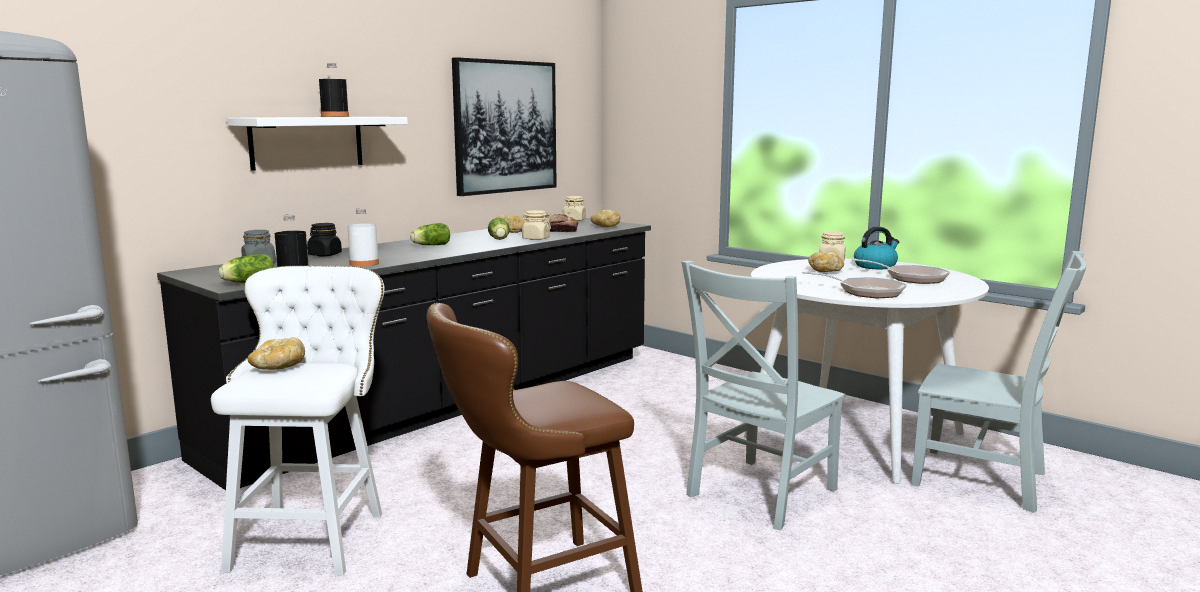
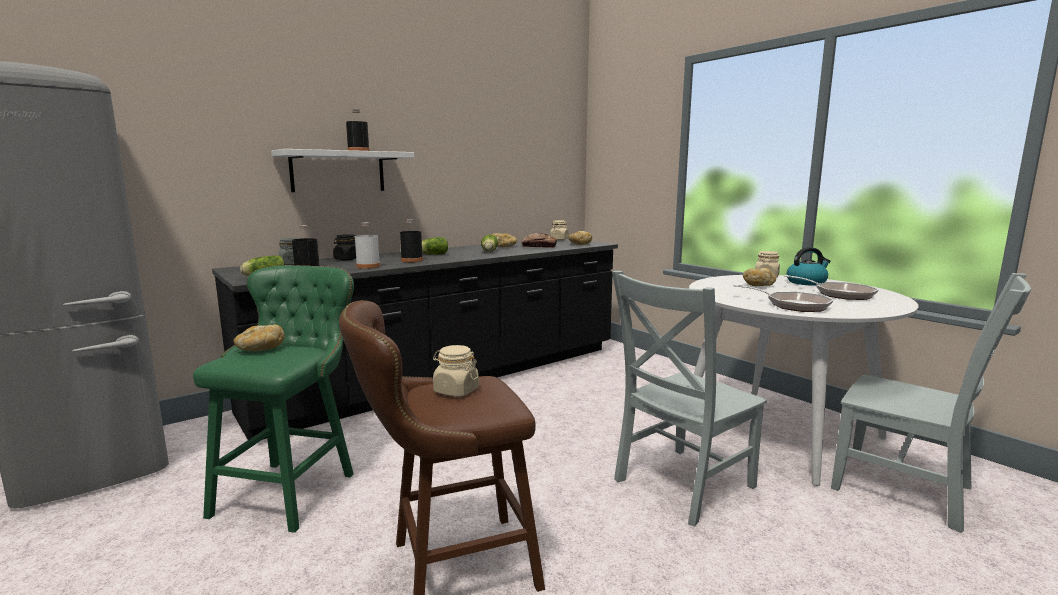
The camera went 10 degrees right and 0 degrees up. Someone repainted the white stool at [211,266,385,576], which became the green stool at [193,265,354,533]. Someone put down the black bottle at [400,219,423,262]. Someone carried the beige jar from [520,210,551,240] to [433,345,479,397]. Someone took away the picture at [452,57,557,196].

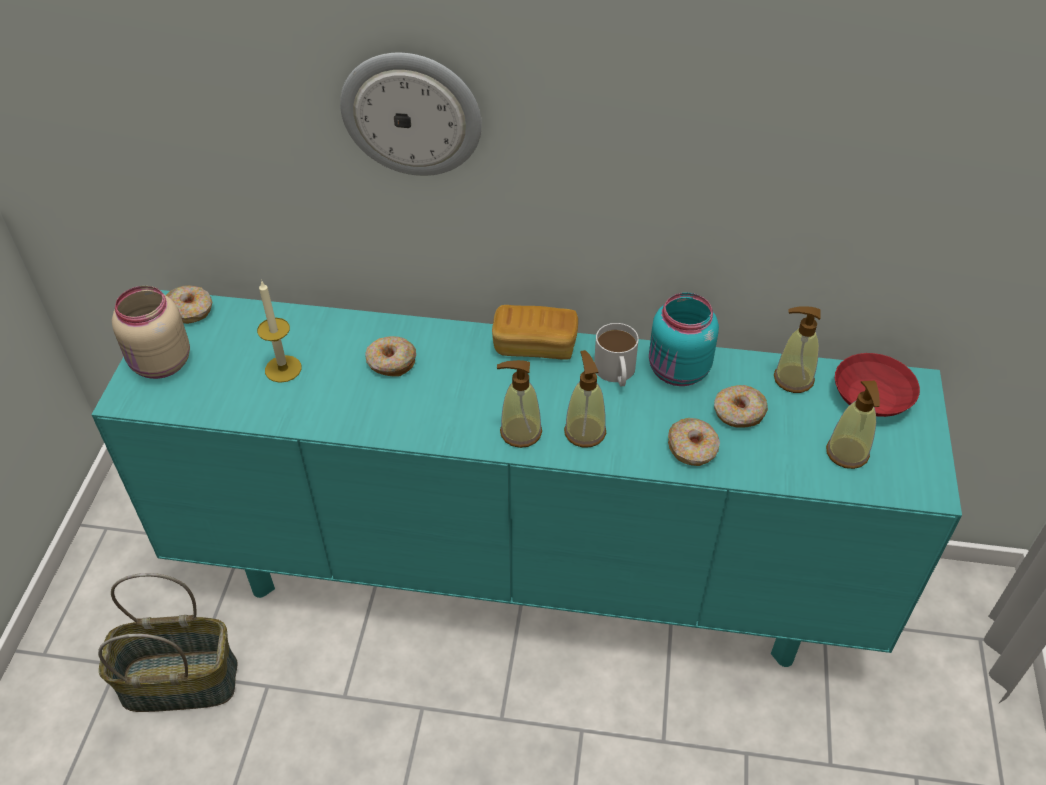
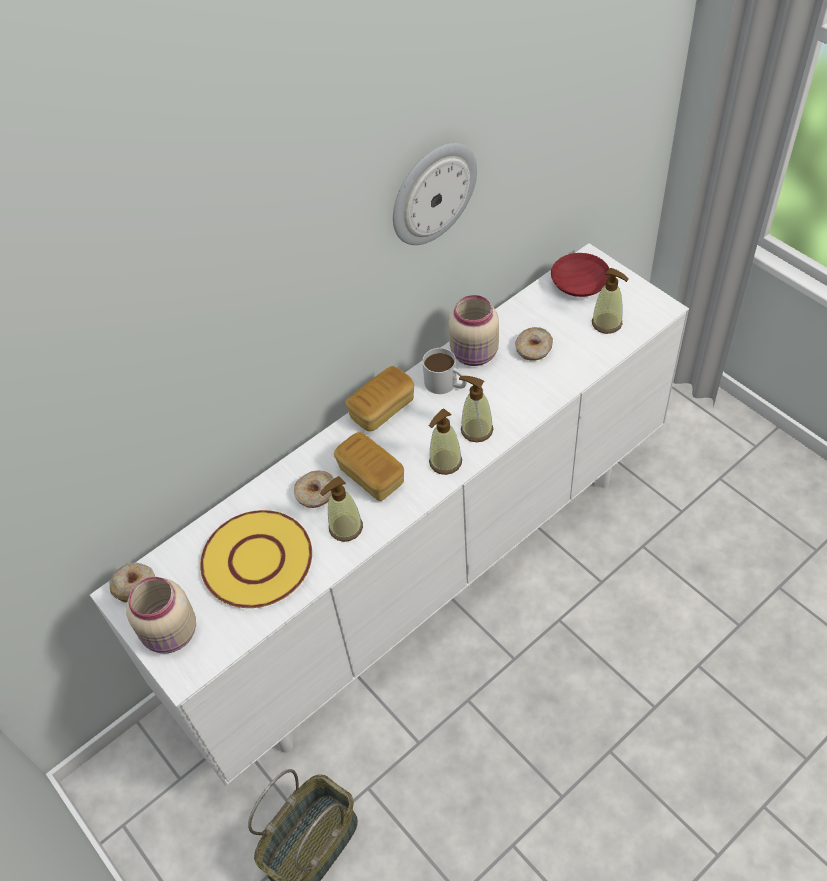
The camera went 45 degrees left and 5 degrees up. Someone repainted the turquoise cabinet at [91,290,962,667], which became the white cabinet at [90,243,689,786]. Someone swapped the candle at [257,280,302,383] for the yellow plate at [200,510,312,608]. Someone carried the soap dispenser from [774,306,821,393] to [320,476,363,542]. Someone put down the bread at [334,432,404,501]. Someone carried the wall clock from [340,53,482,176] to [393,143,477,245]. Someone repainted the turquoise jar at [649,293,719,386], which became the beige jar at [449,295,499,366]. Someone took away the donut at [668,418,720,466].

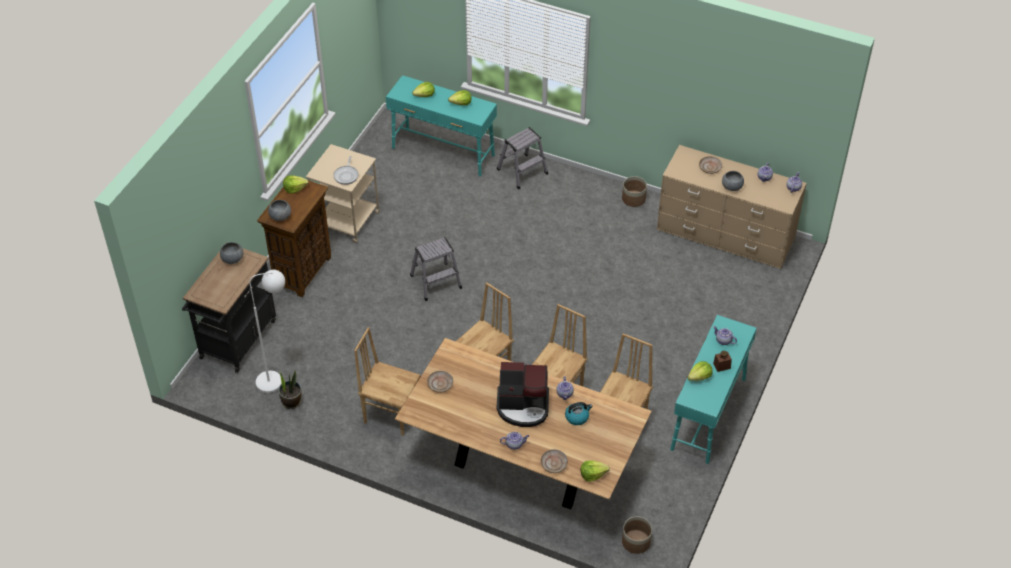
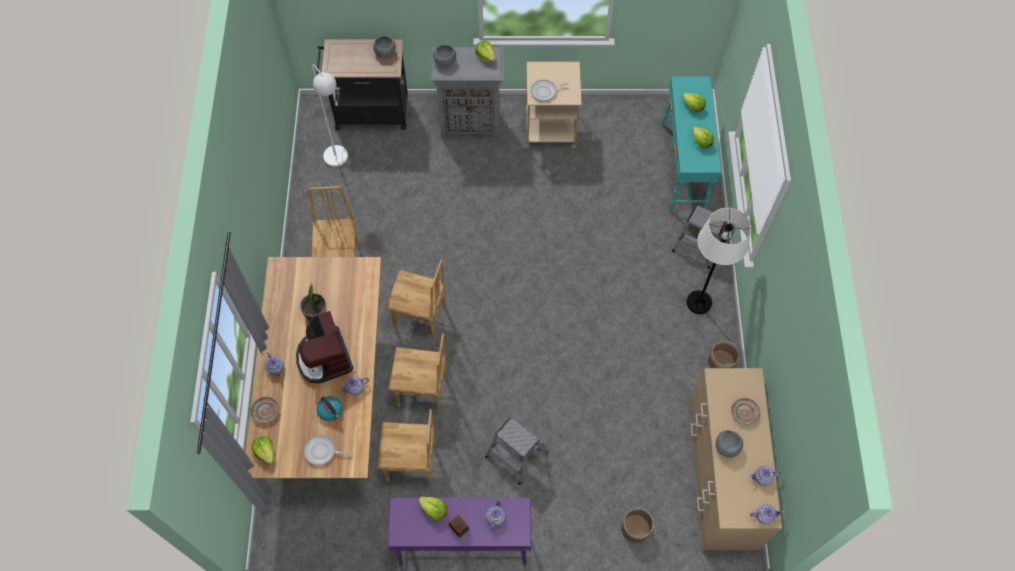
The camera went 65 degrees right and 15 degrees up. Someone carried the potted plant from [279,371,301,409] to [300,283,326,322]. Someone put down the frying pan at [304,435,351,465]. Someone repainted the turquoise console table at [670,315,757,464], which became the purple console table at [388,498,531,565]. Someone repainted the brown cabinet at [257,175,331,297], which became the grey cabinet at [431,47,503,137]. Someone carried the grey step ladder from [410,237,462,301] to [485,416,549,485]. Someone carried the planter from [622,516,652,554] to [621,508,654,543]. Someone put down the white floor lamp at [686,208,751,314]. Someone took away the beige plate at [427,371,453,393].

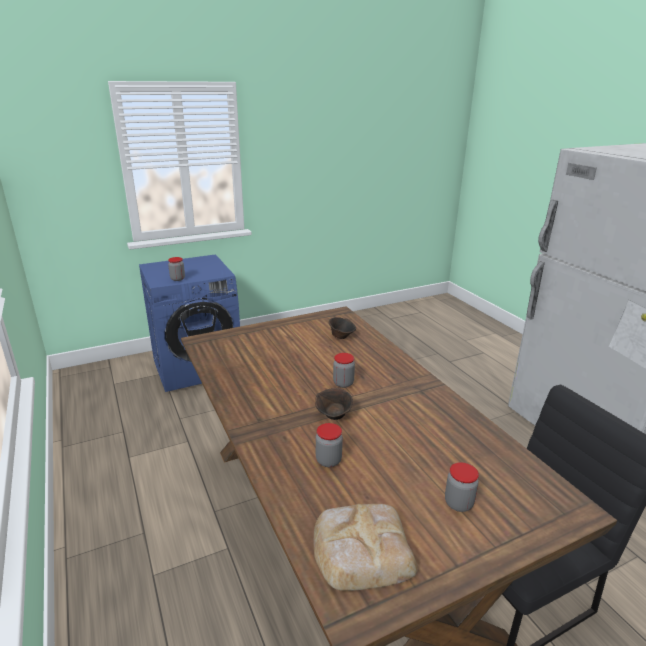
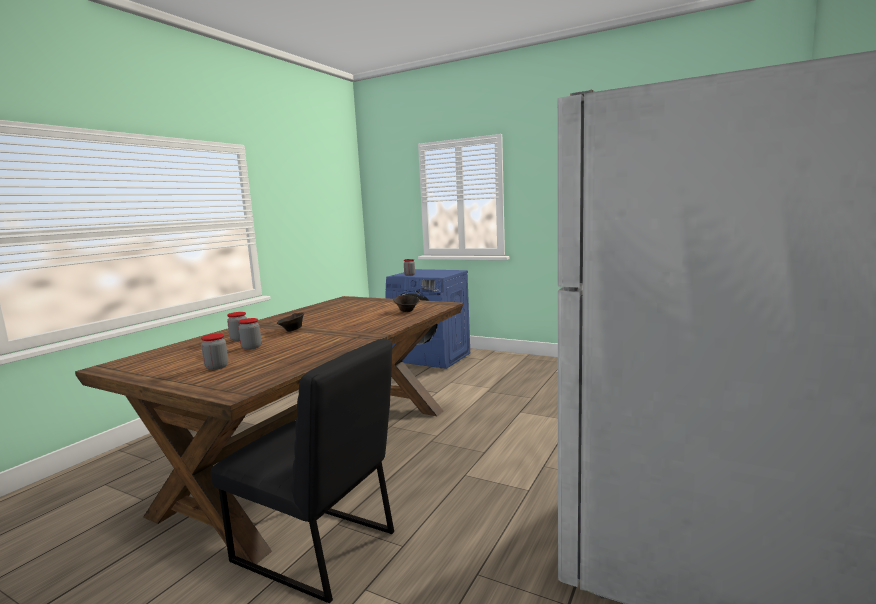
The camera went 55 degrees right and 15 degrees down. Someone carried the jar from [333,353,355,388] to [238,318,261,350]. Someone took away the bread at [314,504,417,591].

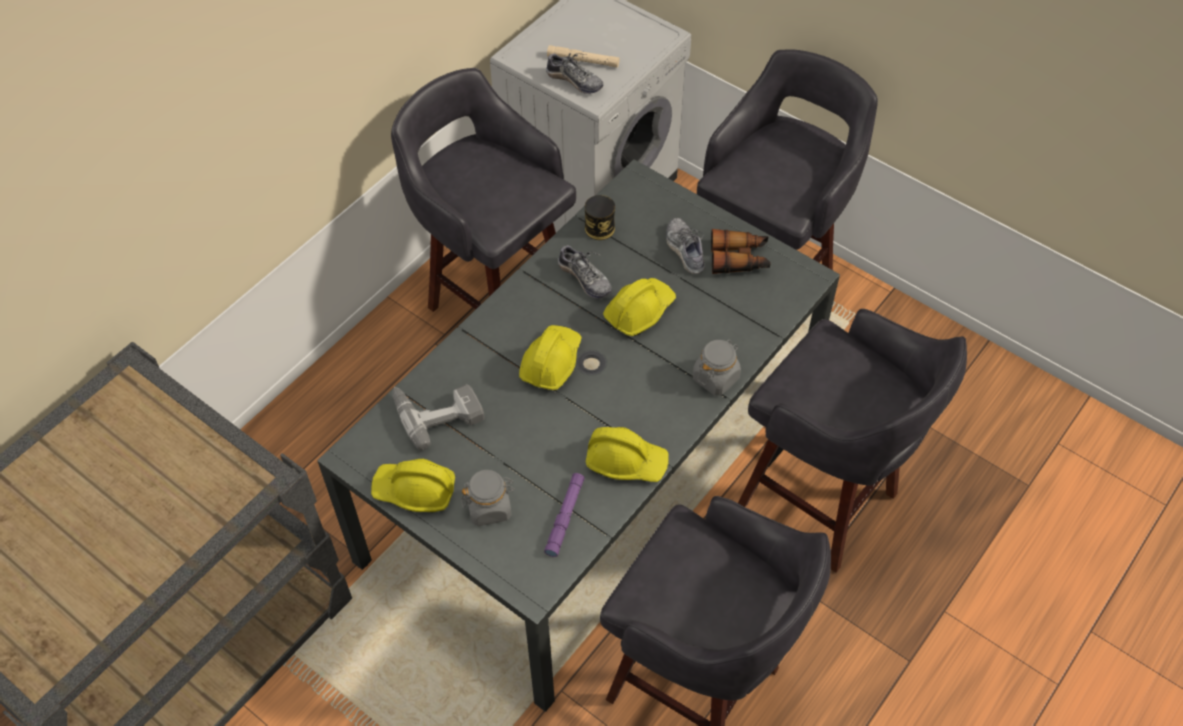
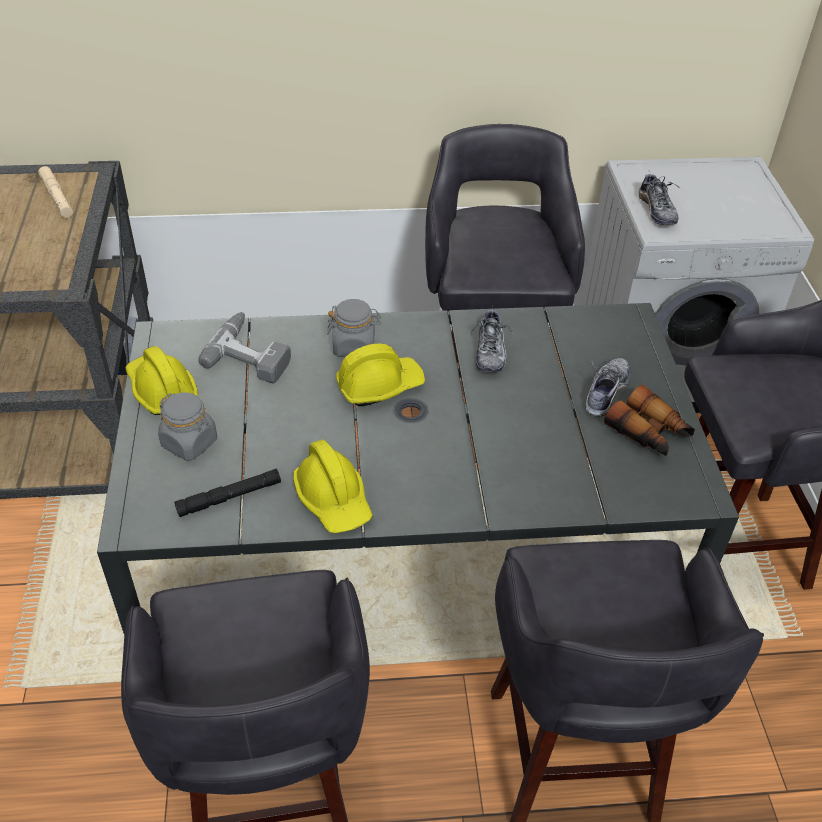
The camera went 45 degrees right and 10 degrees down. Someone carried the beige flashlight from [547,45,620,68] to [38,166,73,218]. Someone repainted the purple flashlight at [544,473,585,557], which became the black flashlight at [175,469,281,517]. Someone carried the grey jar from [693,340,741,396] to [327,299,381,357]. Someone took away the can at [585,195,615,240]. Someone took away the yellow hard hat at [603,278,676,336].

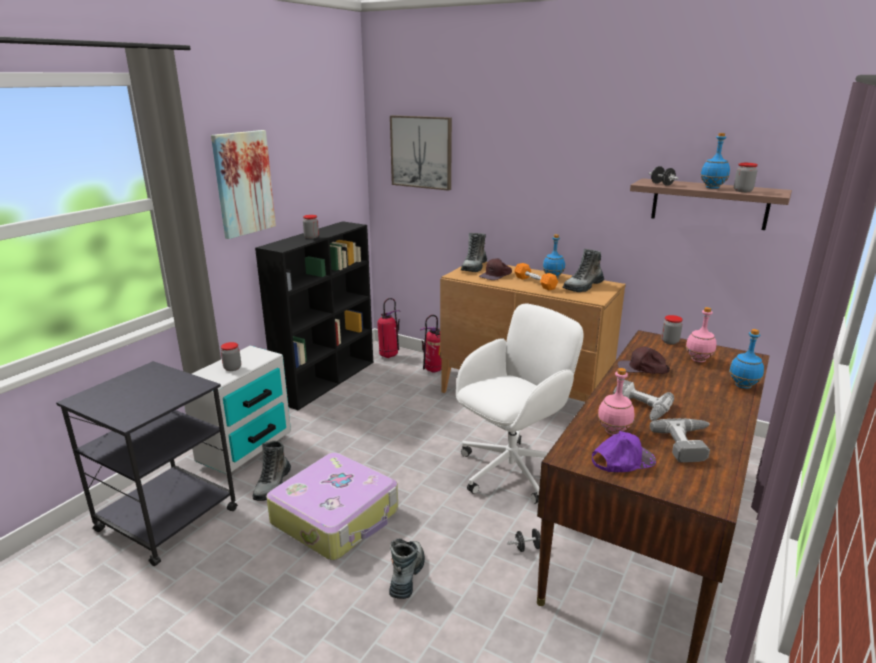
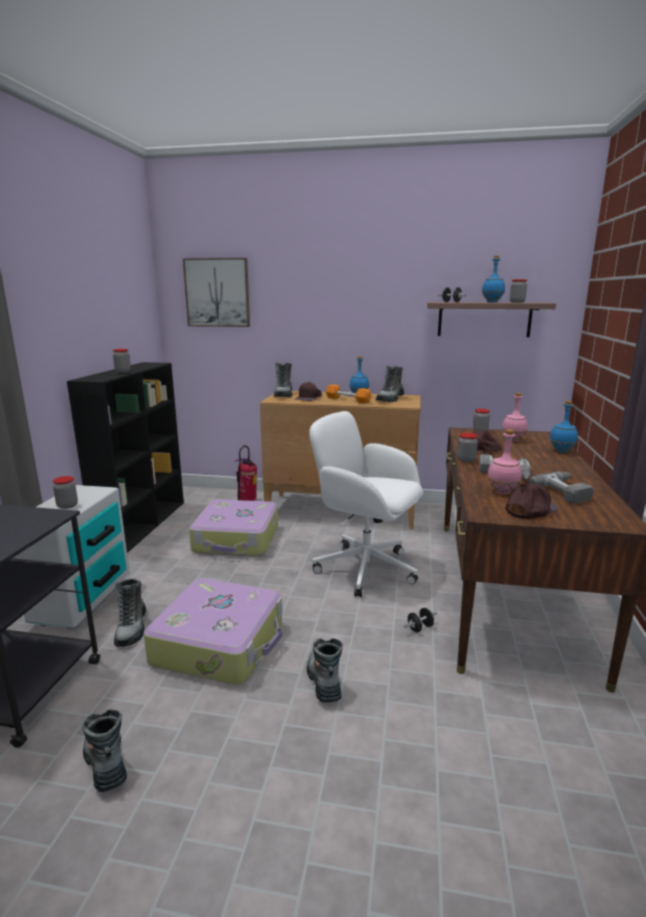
The camera went 20 degrees left and 5 degrees down. Someone put down the boot at [82,709,127,792]. Someone put down the suitcase at [189,499,278,557]. Someone rotated the white office chair at [456,303,583,504] by 90 degrees counterclockwise. Someone put down the jar at [457,433,478,463]. Someone repainted the purple cap at [592,431,656,472], which became the brown cap at [505,483,558,519]. Someone took away the picture at [211,130,276,239]. Someone took away the fire extinguisher at [377,298,401,358].

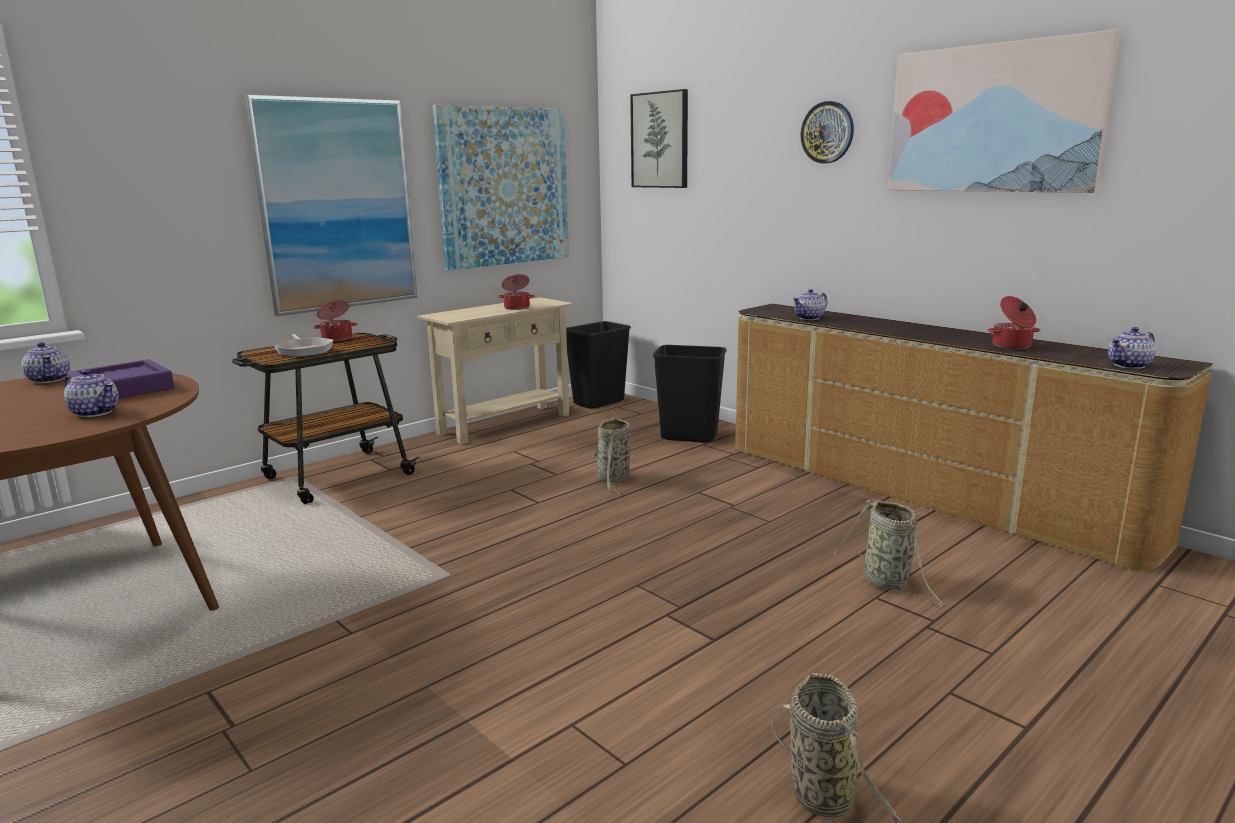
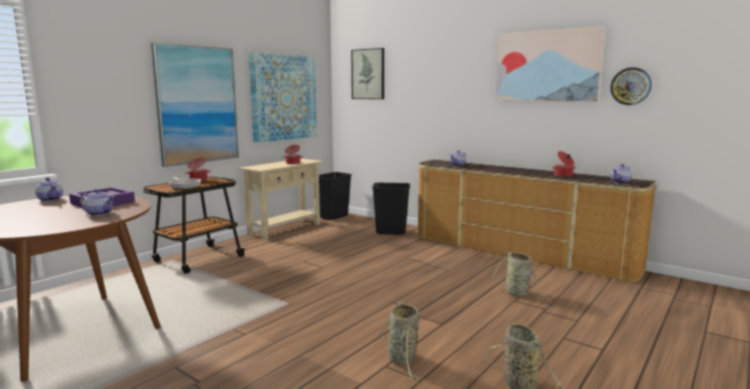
The camera went 10 degrees left and 5 degrees down. Someone carried the basket from [592,417,631,494] to [378,302,419,381]. Someone carried the wall clock from [800,101,854,163] to [610,67,652,105].

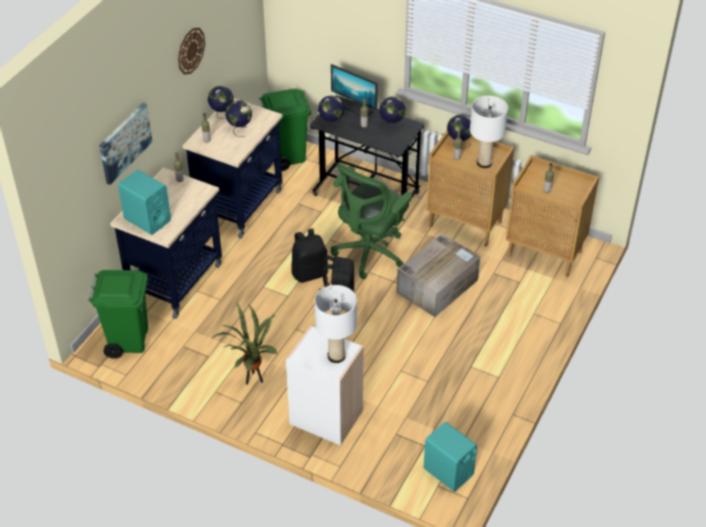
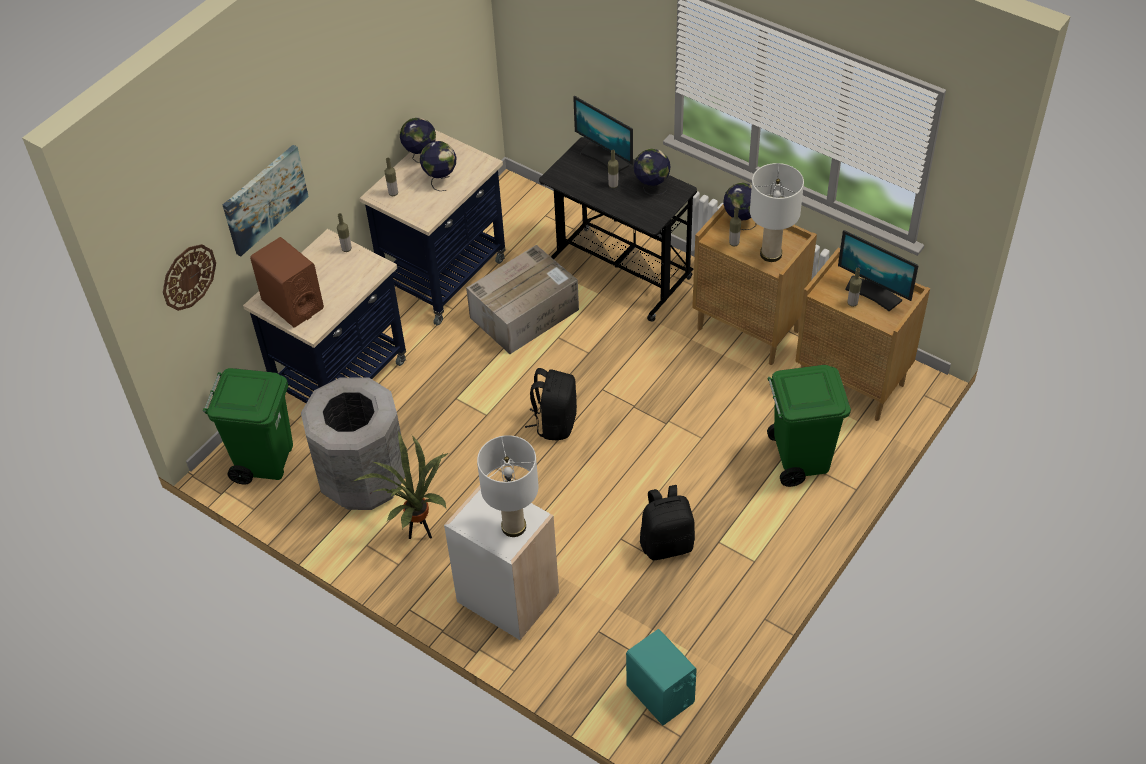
The camera went 10 degrees right and 5 degrees up. Someone carried the wall clock from [178,28,205,75] to [163,244,216,311]. Someone repainted the turquoise speaker at [118,170,171,235], which became the brown speaker at [250,237,324,328]. Someone put down the grey trash can at [301,377,405,510]. Someone carried the cardboard box from [397,233,480,317] to [466,245,579,354]. Someone carried the black backpack from [291,228,328,283] to [640,485,695,560]. Someone carried the green trash can from [259,89,311,171] to [767,365,851,487]. Someone put down the monitor at [838,230,919,311]. Someone took away the globe at [318,96,344,130]. Someone took away the green office chair at [331,163,412,279].

